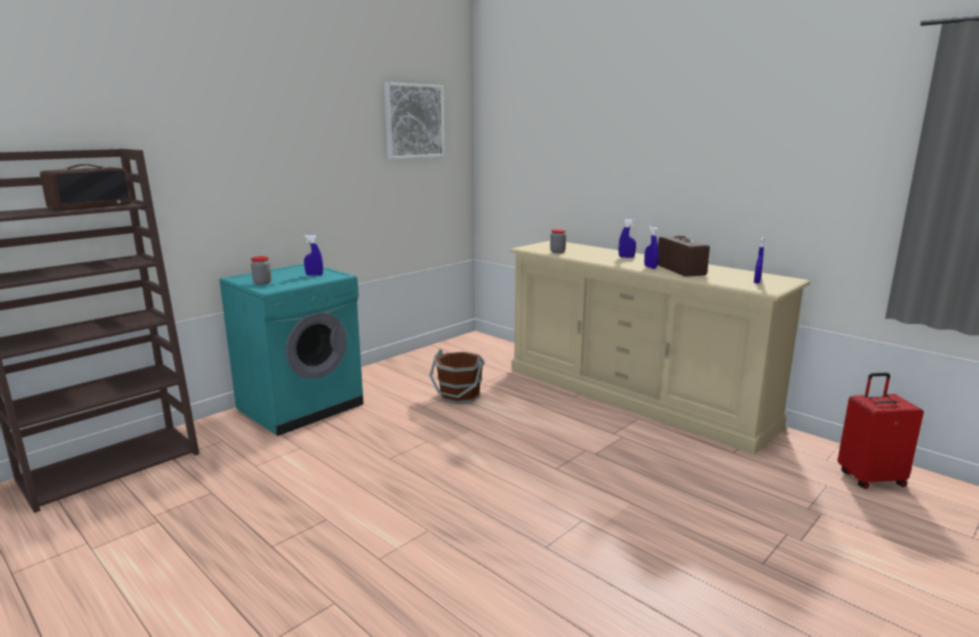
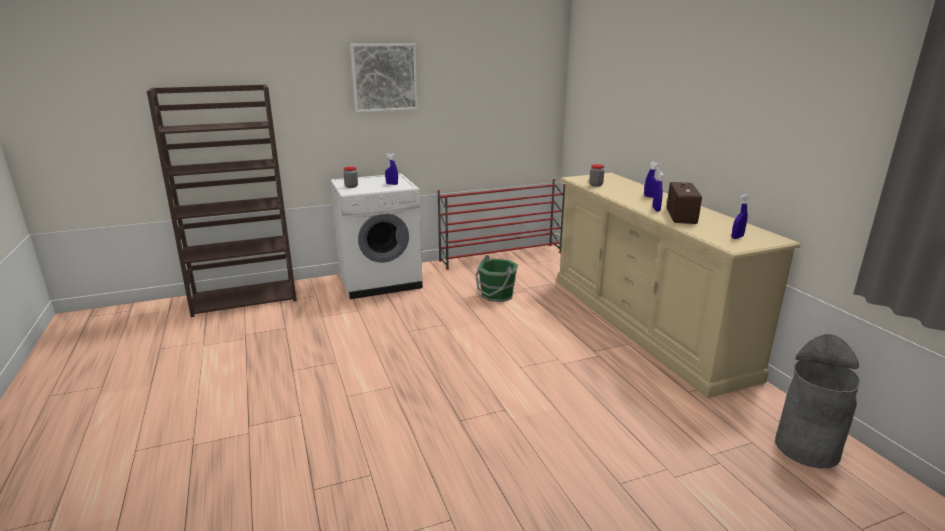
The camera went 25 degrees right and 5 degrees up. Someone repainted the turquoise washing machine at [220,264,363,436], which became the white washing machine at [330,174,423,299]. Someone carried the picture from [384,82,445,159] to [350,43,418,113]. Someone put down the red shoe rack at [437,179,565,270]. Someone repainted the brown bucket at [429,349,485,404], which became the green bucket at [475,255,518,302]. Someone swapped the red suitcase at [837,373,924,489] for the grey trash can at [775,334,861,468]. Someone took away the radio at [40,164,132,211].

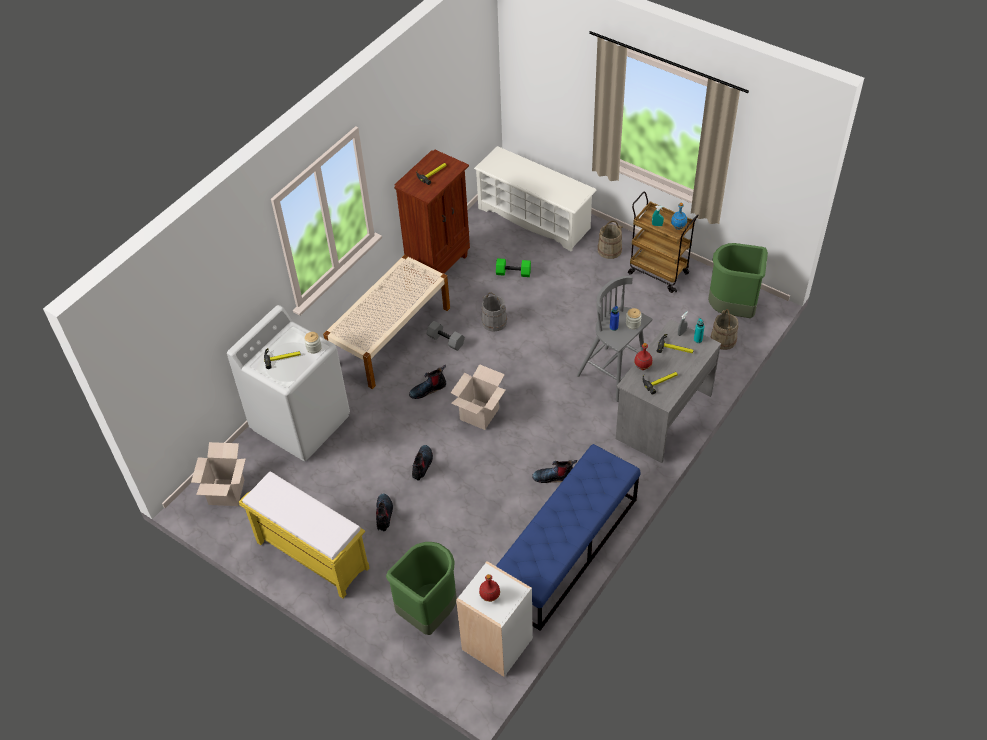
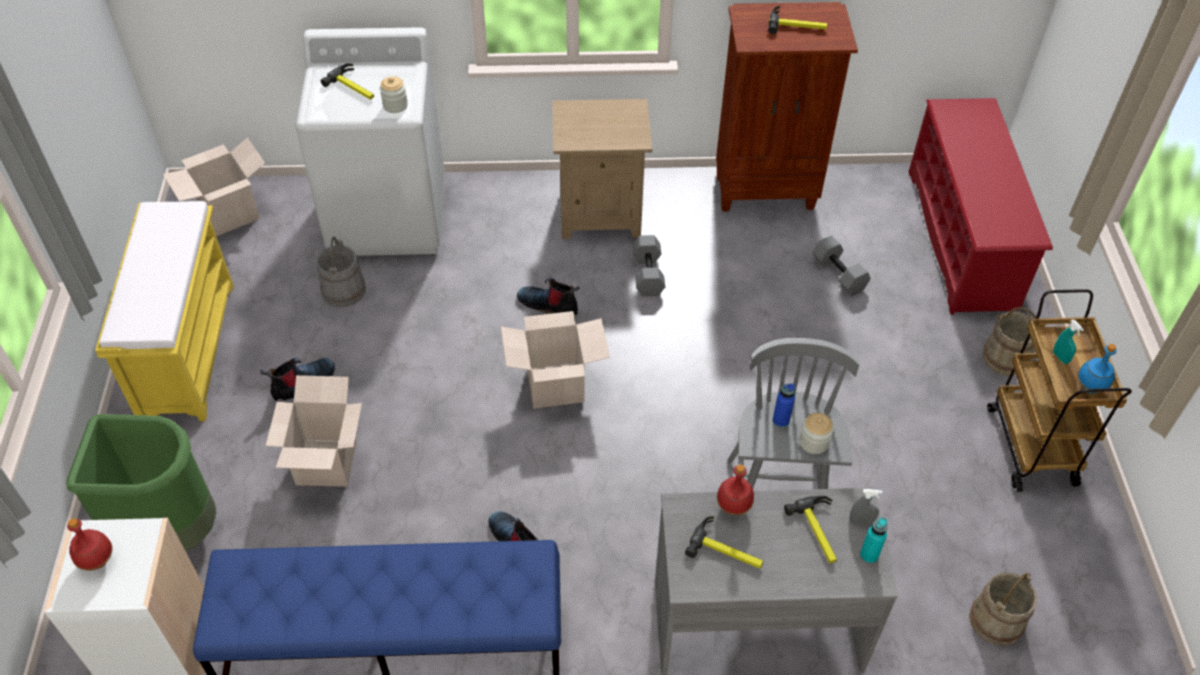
The camera went 50 degrees right and 0 degrees up. Someone put down the cardboard box at [266,375,362,487]. Someone carried the grey bucket from [481,292,507,332] to [316,237,366,307]. Someone swapped the beige bench at [323,254,450,389] for the beige nightstand at [552,99,652,239]. Someone repainted the green dumbbell at [496,258,531,277], which became the grey dumbbell at [812,235,871,296]. Someone repainted the white shoe rack at [474,146,597,252], which became the red shoe rack at [909,98,1053,315]. Someone took away the boot at [412,445,433,481]. Someone took away the green trash can at [708,243,768,318].

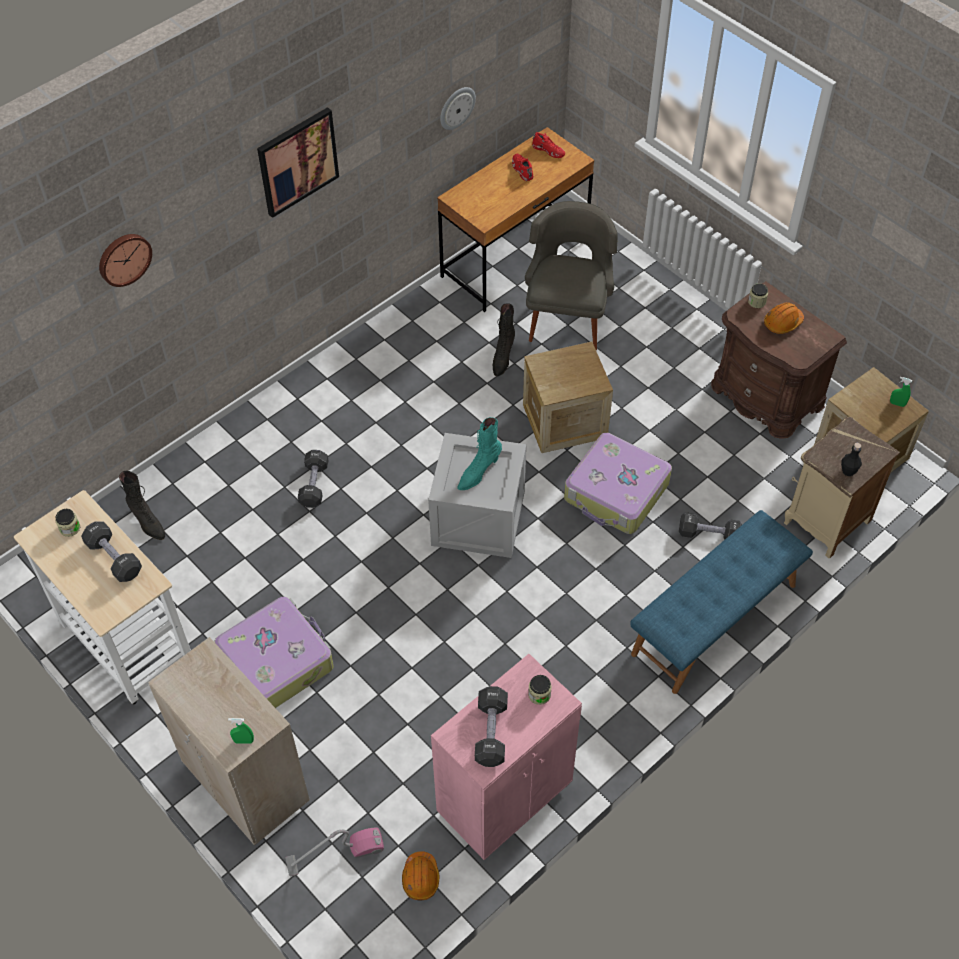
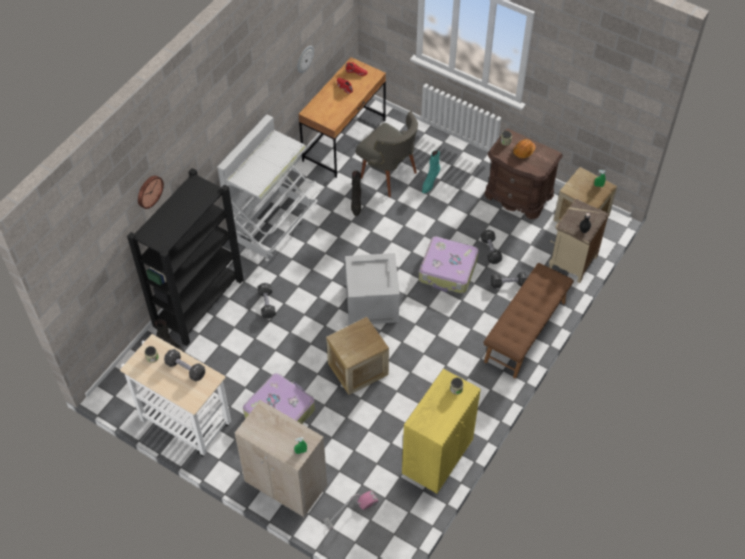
The camera went 15 degrees left and 0 degrees up. Someone put down the black bookcase at [127,168,244,346]. Someone put down the white shoe rack at [217,115,317,261]. Someone carried the crate from [523,342,613,453] to [326,317,389,395]. Someone rotated the grey chair at [525,201,618,350] by 135 degrees clockwise. Someone repainted the pink cabinet at [431,654,582,860], which became the yellow cabinet at [402,369,481,493]. Someone carried the turquoise boot from [457,417,502,490] to [422,150,440,193]. Someone carried the black dumbbell from [475,686,508,767] to [481,230,502,264]. Someone repainted the blue bench at [630,510,813,694], which became the brown bench at [484,263,574,378]. Someone took away the picture at [257,107,339,218]. Someone took away the orange hard hat at [402,851,439,900].

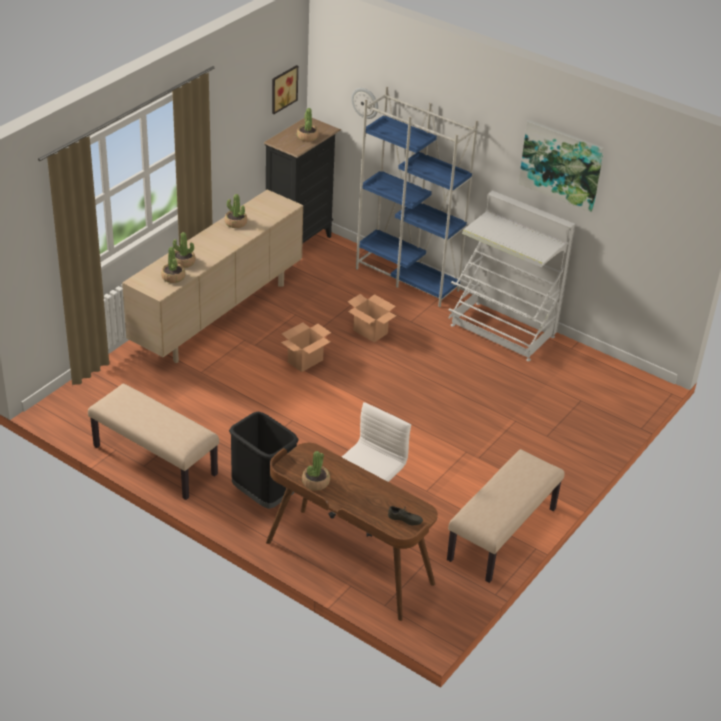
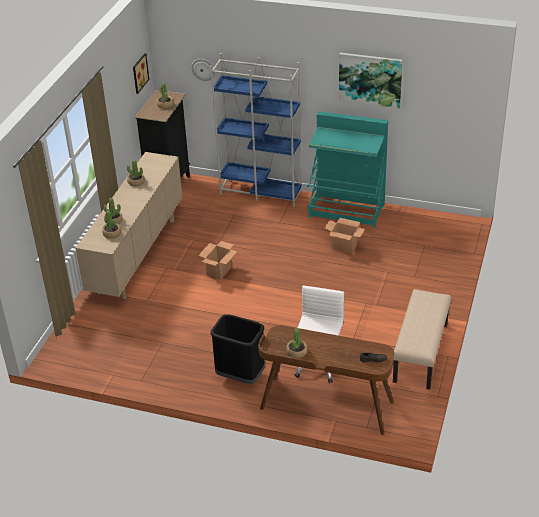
The camera went 15 degrees left and 0 degrees up. Someone repainted the white shoe rack at [448,191,575,361], which became the turquoise shoe rack at [307,111,388,228]. Someone carried the cardboard box from [348,294,397,342] to [325,218,365,253]. Someone took away the beige bench at [88,384,219,500].

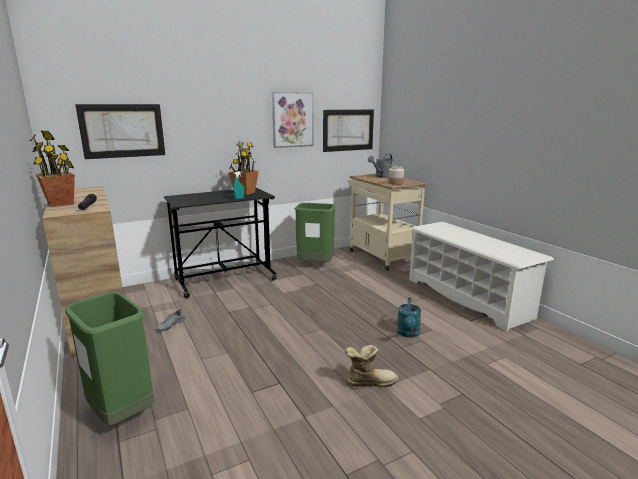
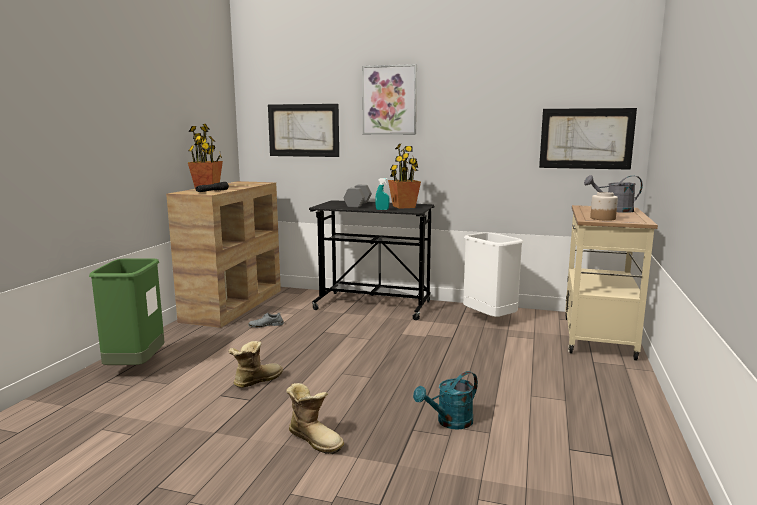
The camera went 45 degrees right and 5 degrees down. Someone put down the boot at [229,341,283,388]. Someone put down the grey dumbbell at [343,185,372,208]. Someone carried the picture from [272,92,314,148] to [362,64,417,135]. Someone repainted the green trash can at [295,203,336,262], which became the white trash can at [463,232,523,317]. Someone took away the white shoe rack at [409,222,554,332].

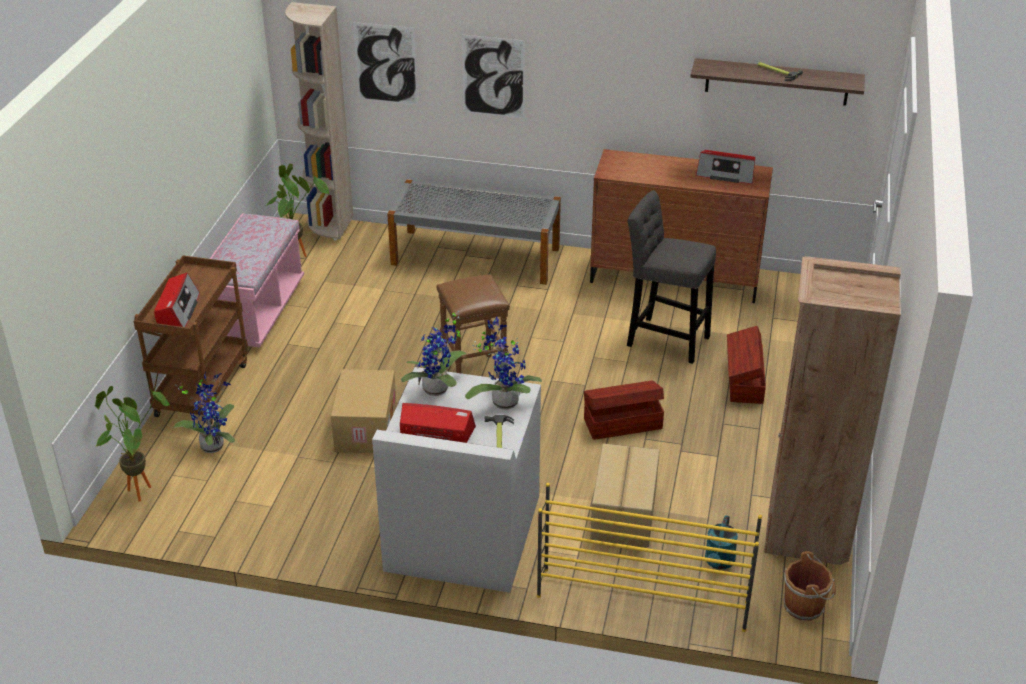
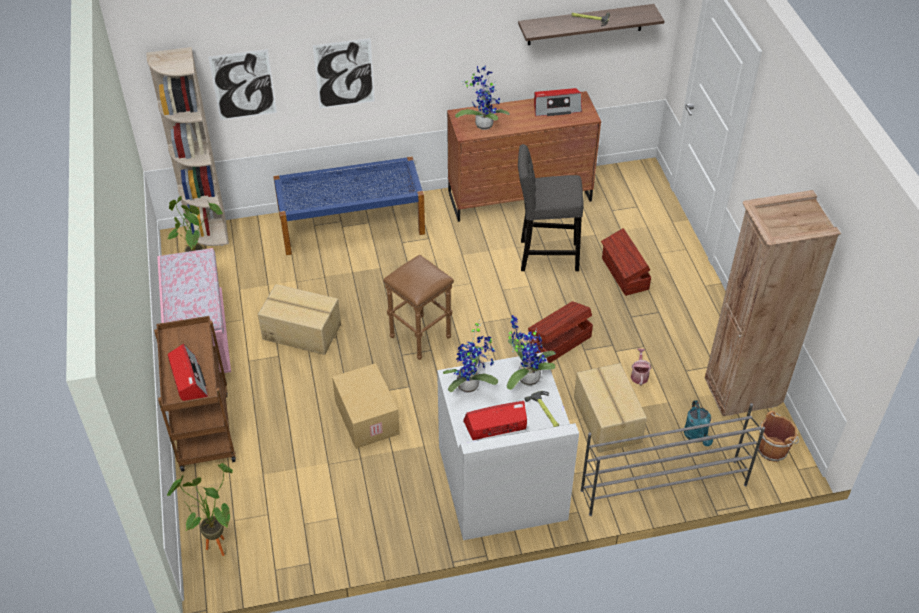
The camera went 25 degrees left and 10 degrees up. Someone put down the cardboard box at [258,284,341,355]. Someone repainted the grey bench at [387,179,561,285], which became the blue bench at [273,156,425,255]. Someone carried the potted plant from [174,372,235,453] to [455,65,510,130]. Someone repainted the yellow shoe rack at [537,483,762,632], which became the grey shoe rack at [580,403,765,516]. Someone put down the watering can at [631,349,652,385].

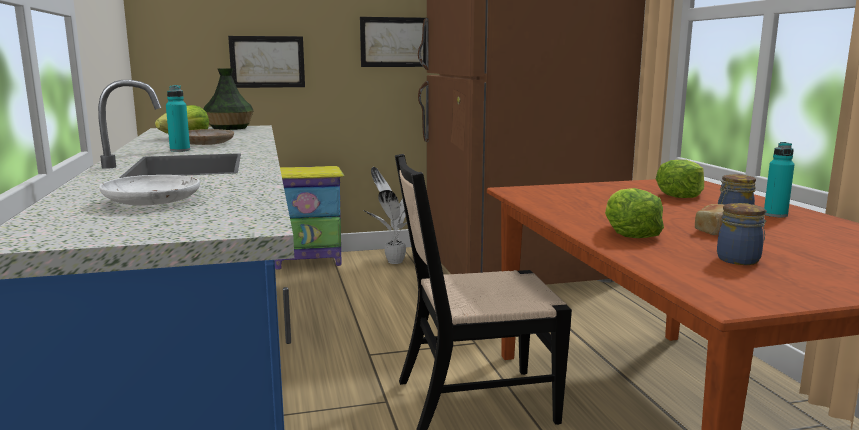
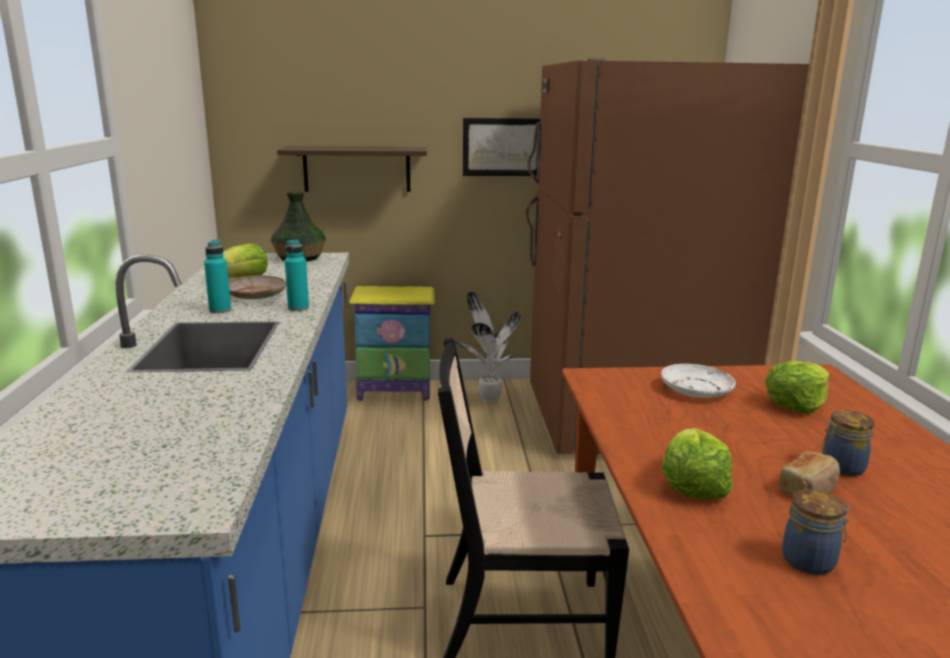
The camera went 10 degrees right and 5 degrees up. Someone swapped the picture at [228,36,305,88] for the shelf at [277,146,427,192]. Someone carried the turquoise bottle from [764,142,794,217] to [285,239,309,311]. Someone carried the white plate from [99,175,200,206] to [661,364,735,398].

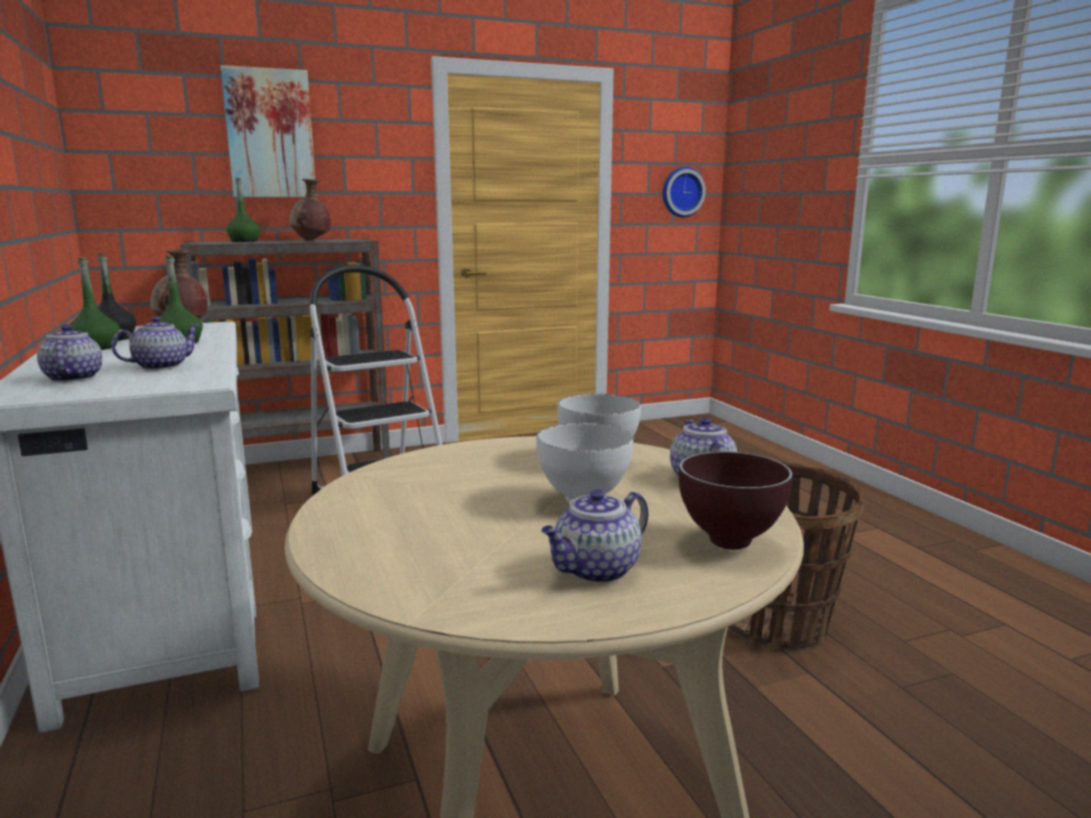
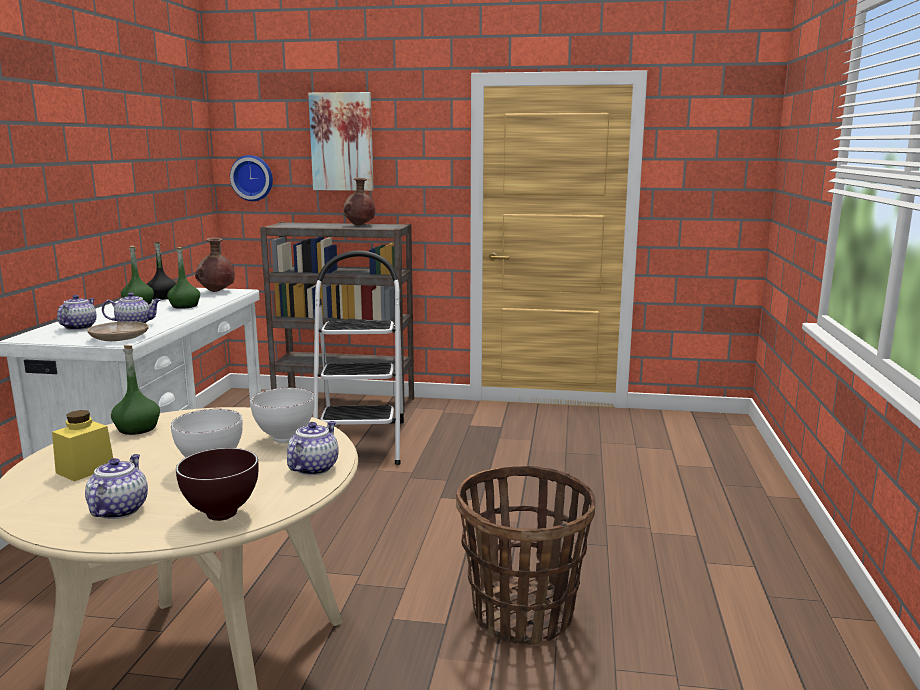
The camera went 30 degrees right and 0 degrees up. Someone put down the yellow jar at [52,410,113,482]. Someone rotated the teapot at [541,489,648,583] by 105 degrees clockwise. Someone put down the beige plate at [87,321,149,341]. Someone carried the green bottle from [226,178,260,242] to [111,345,160,435]. Someone carried the wall clock from [663,167,706,217] to [230,155,273,201].

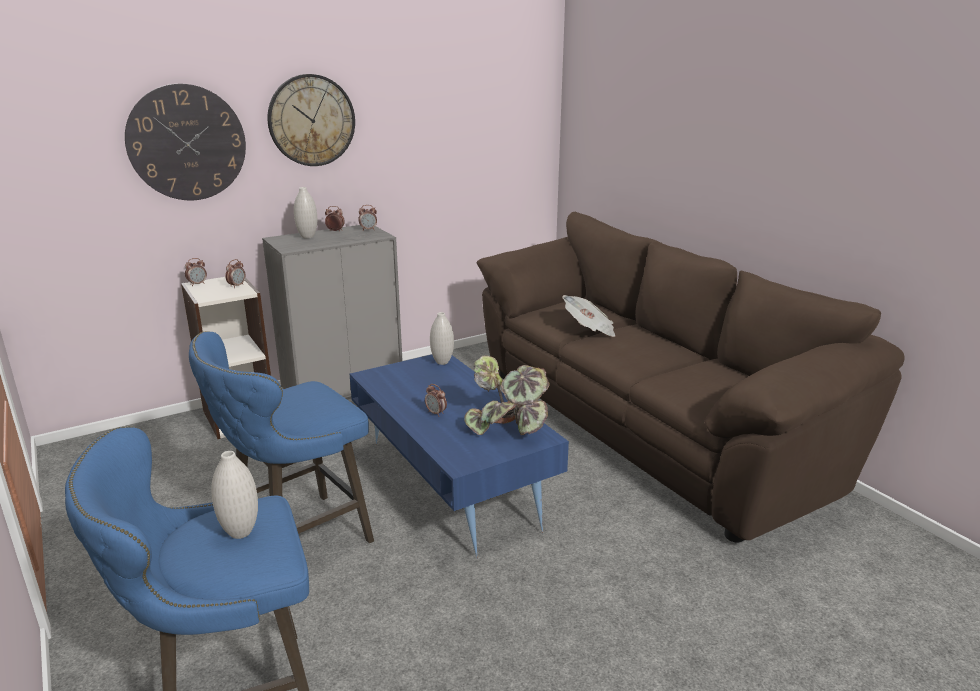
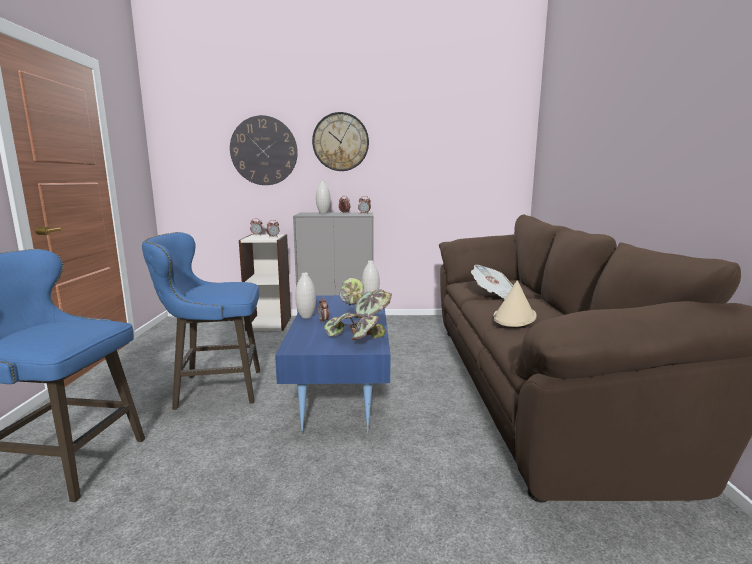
The camera went 30 degrees right and 10 degrees down. Someone carried the white vase from [211,451,258,539] to [295,273,316,318]. Someone put down the beige hat at [493,280,536,327].

